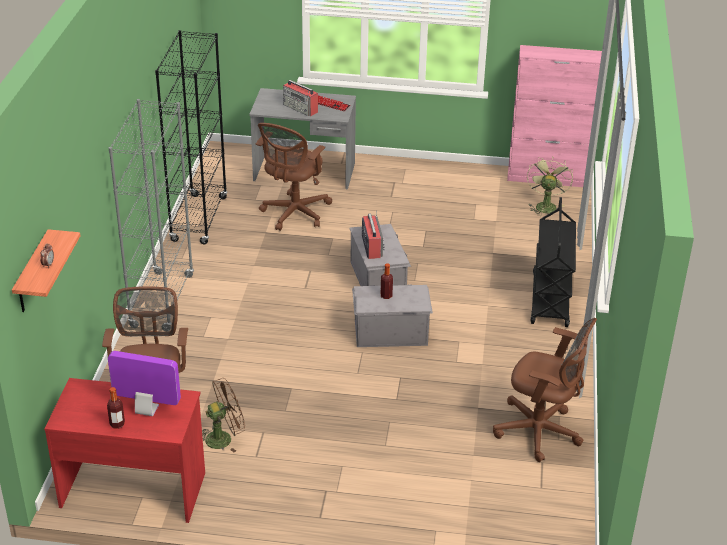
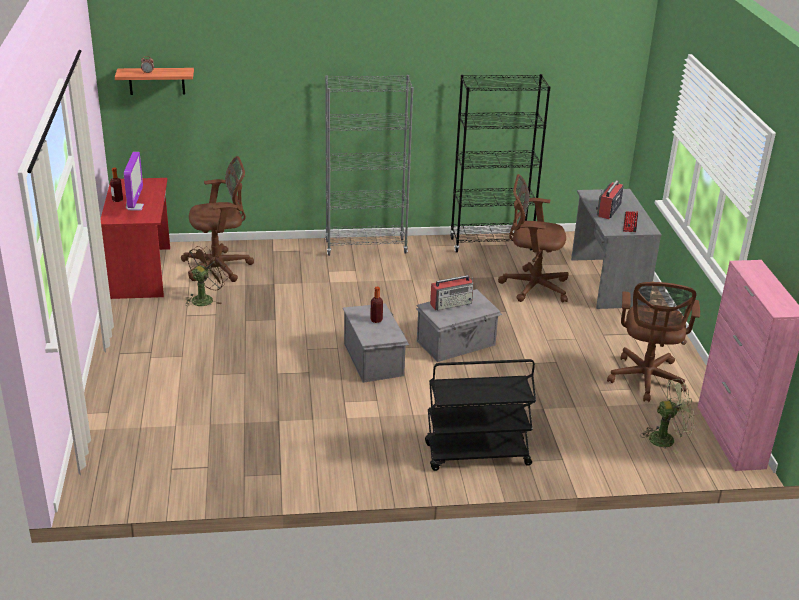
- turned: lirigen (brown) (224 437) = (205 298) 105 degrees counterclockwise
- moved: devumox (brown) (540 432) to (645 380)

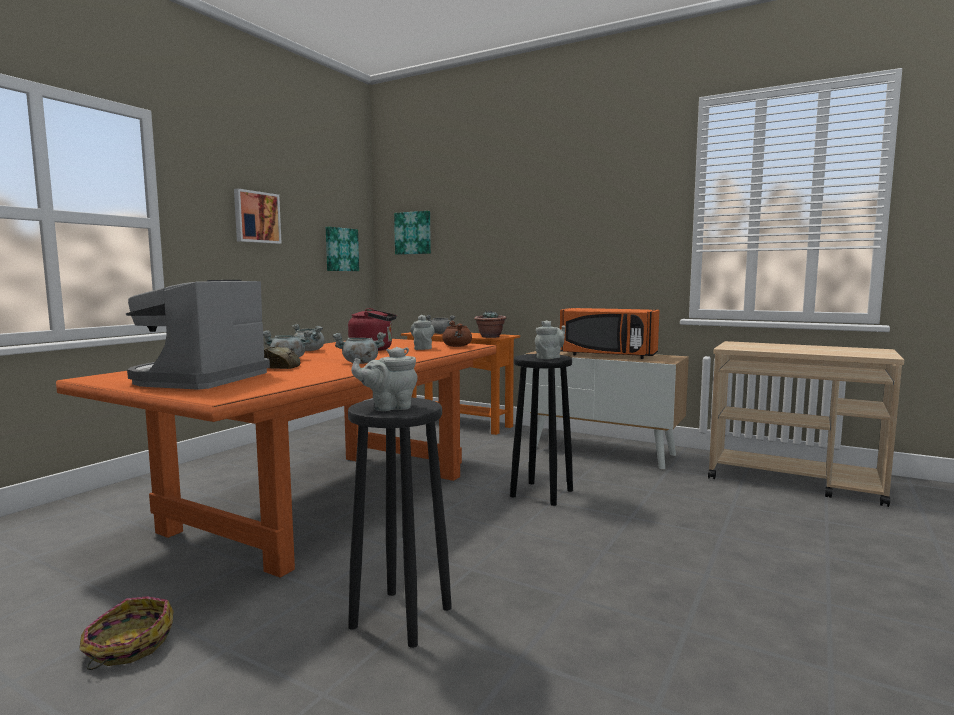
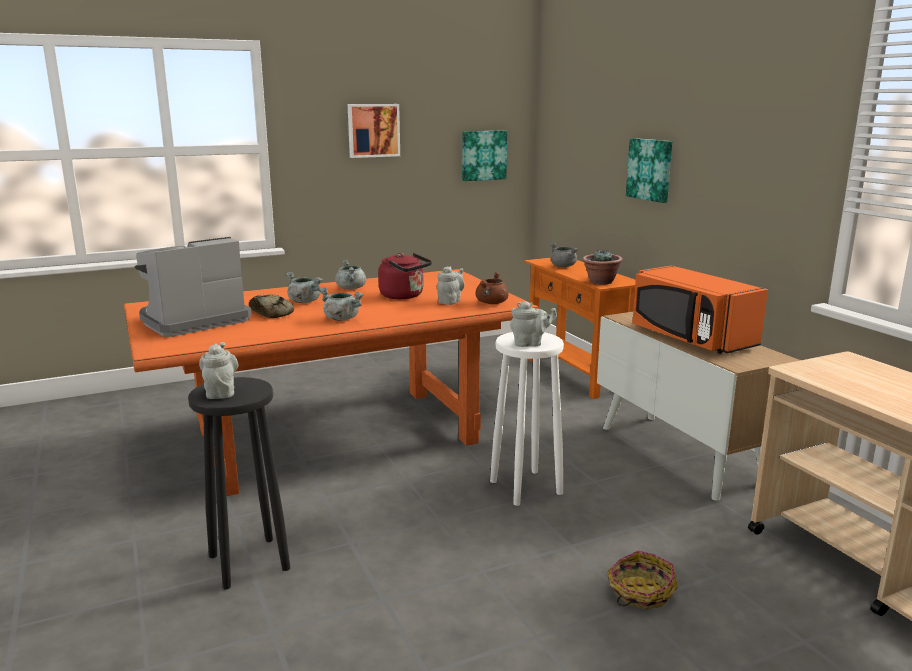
- turned: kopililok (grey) (389 407) = (221 392) 60 degrees clockwise
- recoloured: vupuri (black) (541 493) to vupuri (white) (525 487)
- moved: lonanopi (128 646) to (640 592)
- moved: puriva (413 233) to (650 169)

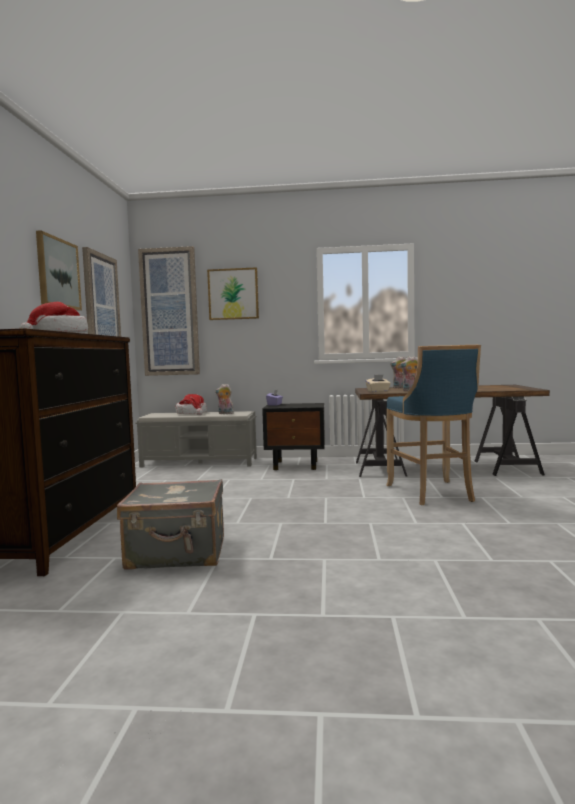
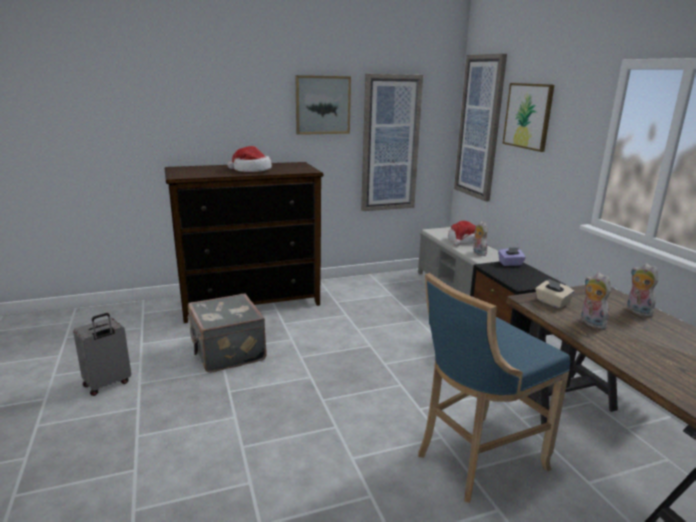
- added: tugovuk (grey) (107 384)

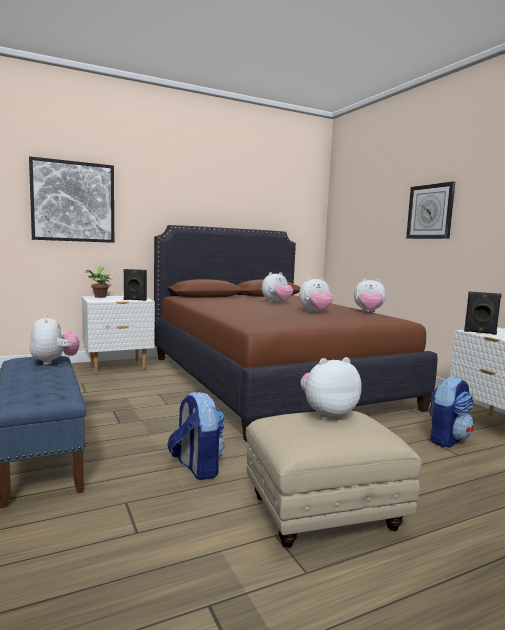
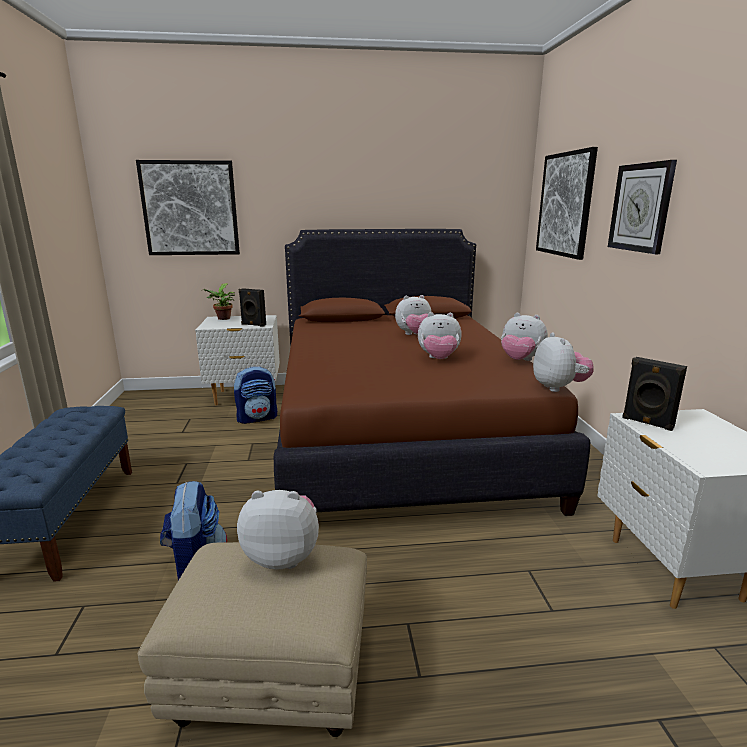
- moved: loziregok (447 439) to (257 418)
- moved: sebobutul (54 361) to (558 388)
- added: puriva (565 204)

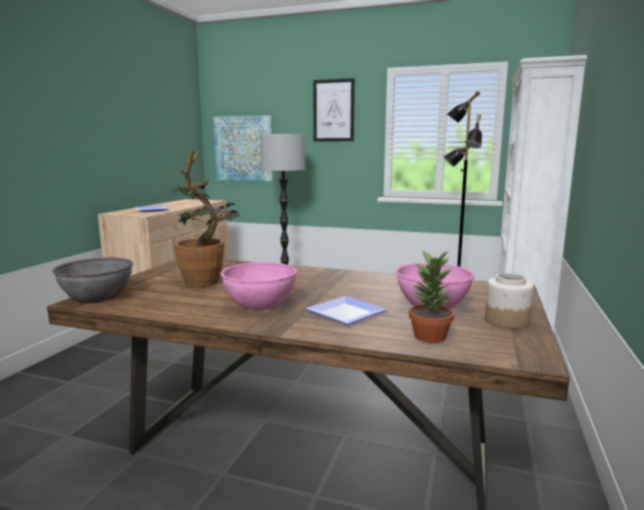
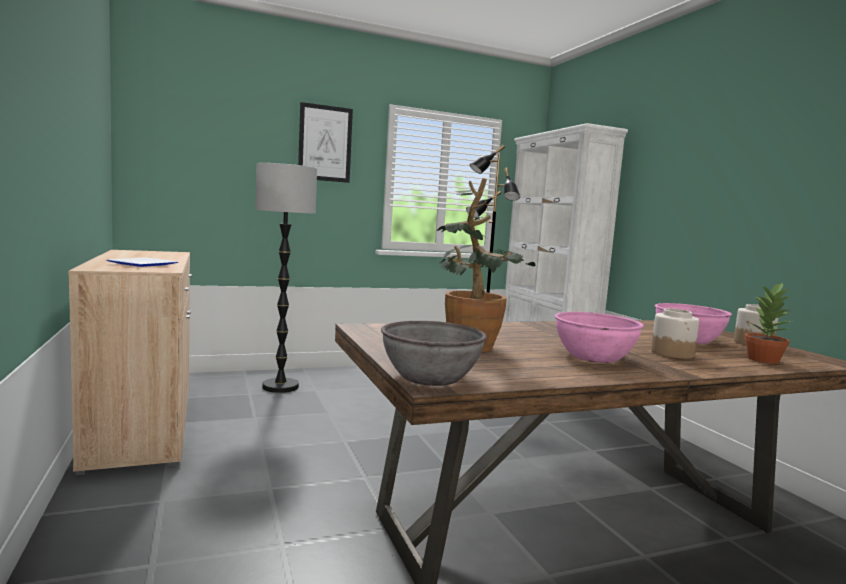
- replaced: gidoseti (349 313) to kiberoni (672 353)
- removed: puriva (244 148)

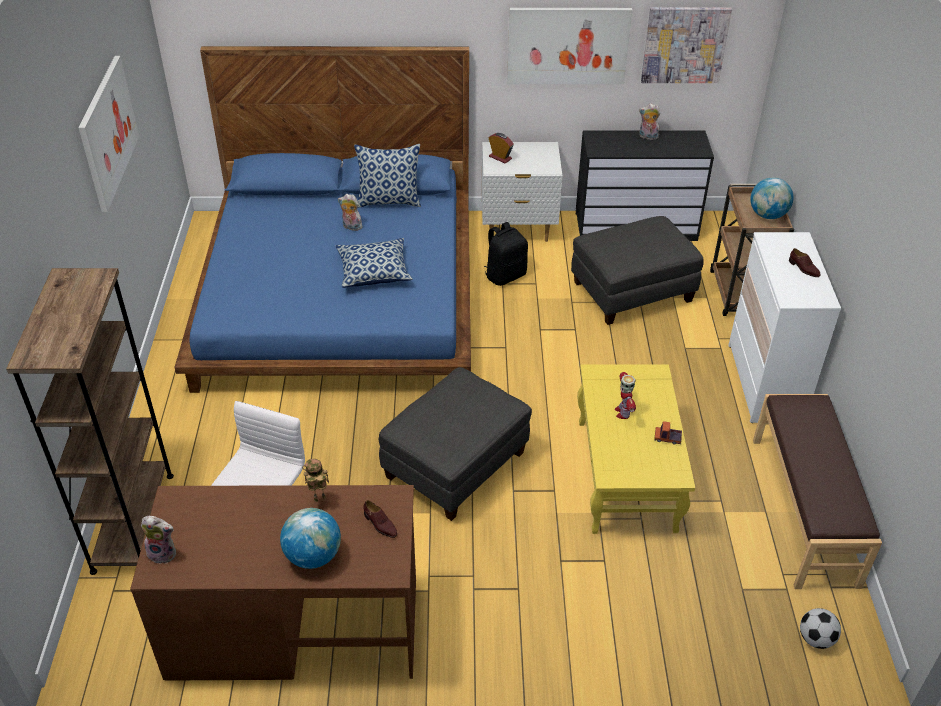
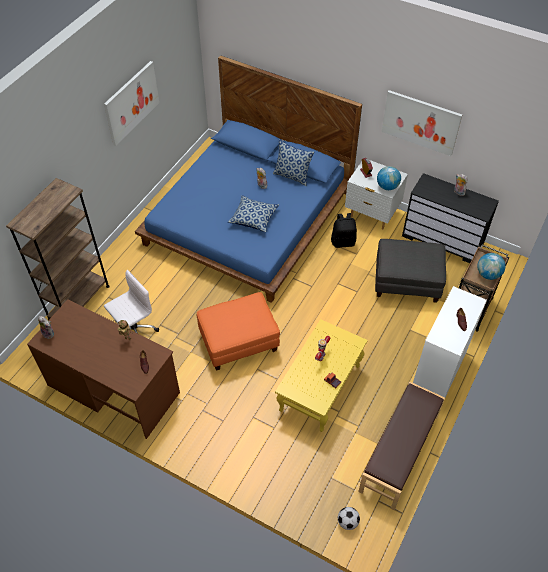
- recoloured: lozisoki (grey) (456 465) to lozisoki (orange) (239 342)
- moved: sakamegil (313 556) to (387 186)
- removed: puriva (684 45)

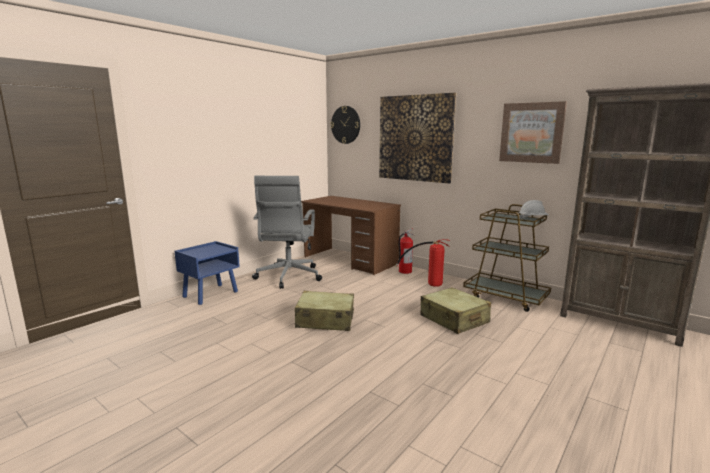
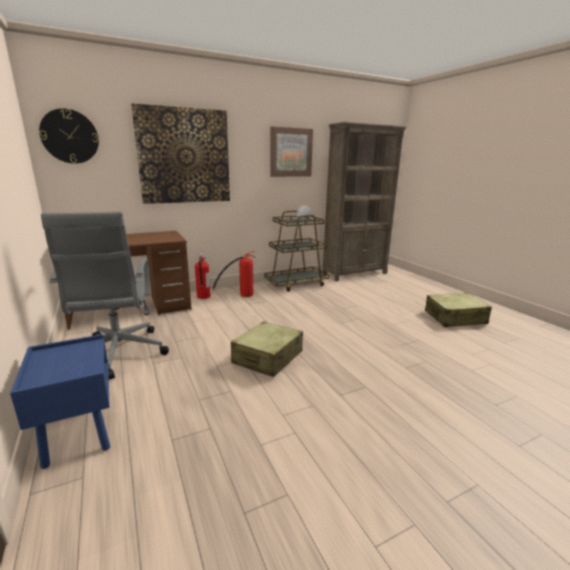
- turned: devumox (grey) (288 277) = (118 354) 45 degrees clockwise
- moved: tugovuk (beige) (454 319) to (455 318)

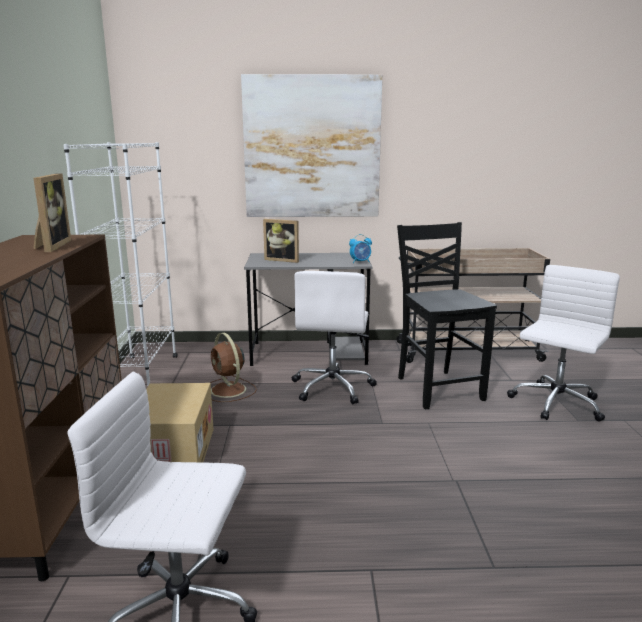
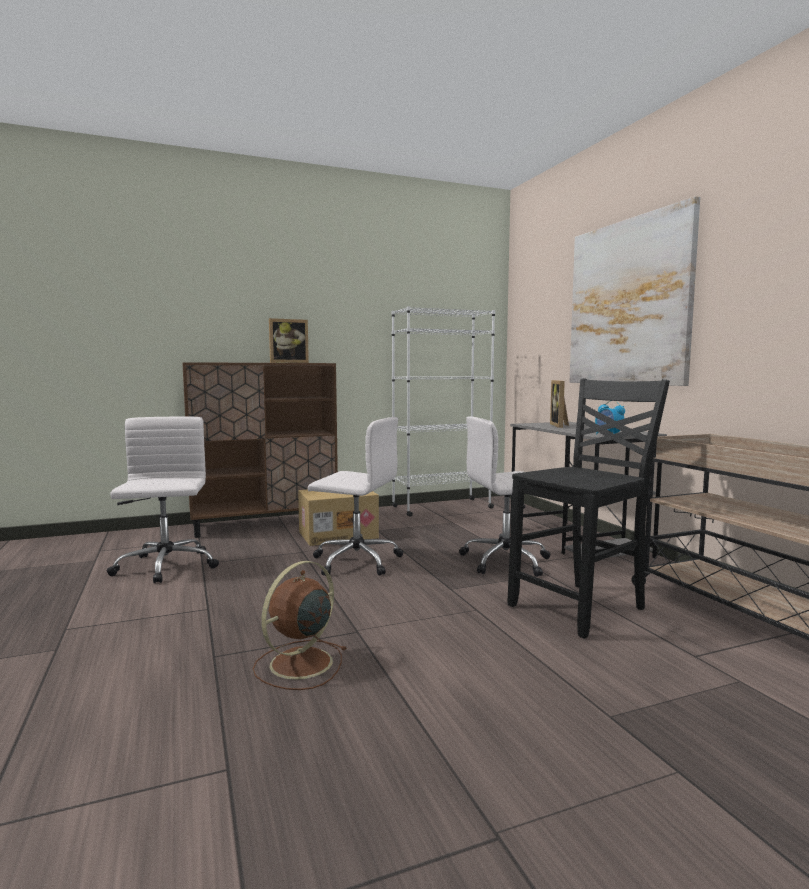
- moved: lirigen (brown) (229 390) to (299 664)
- moved: devumox (white) (555 404) to (355 561)

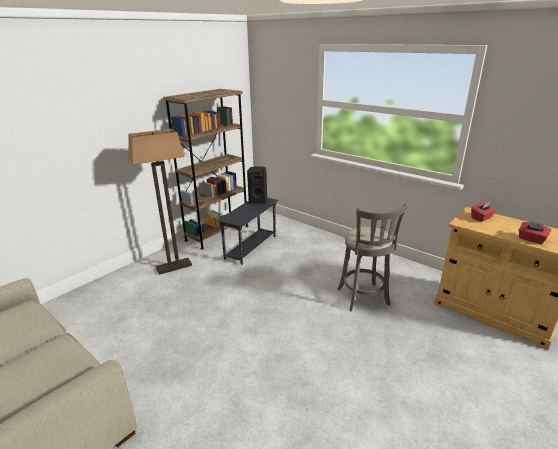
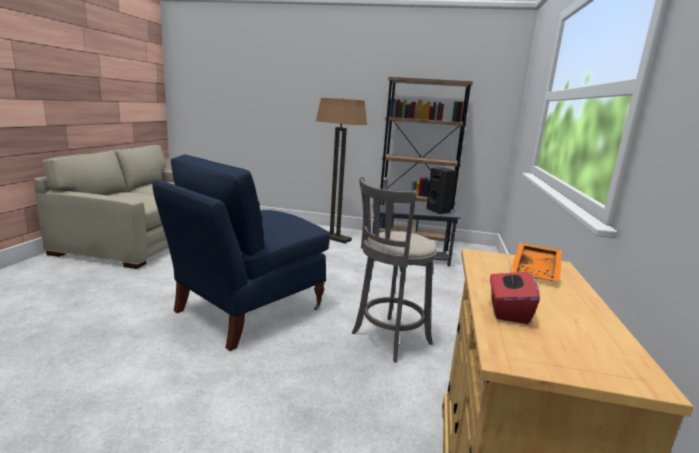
- added: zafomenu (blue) (247 310)
- replaced: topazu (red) (481 218) to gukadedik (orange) (537 271)

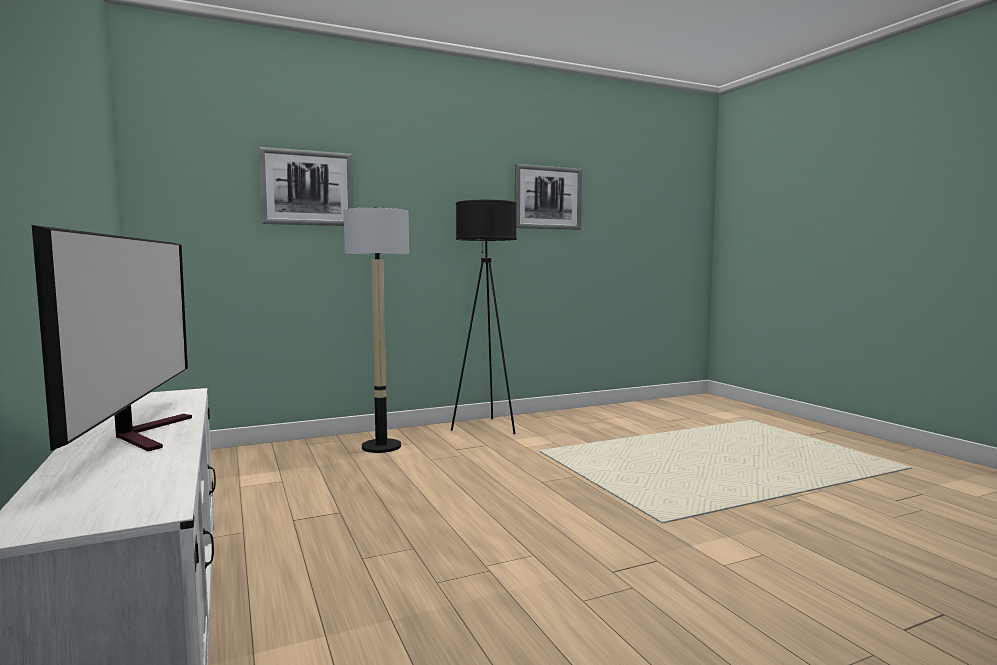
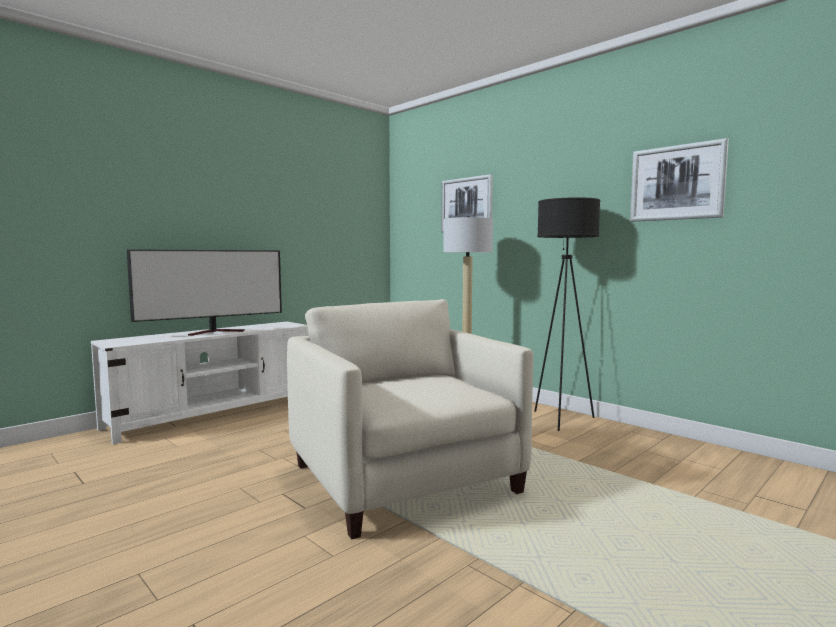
- added: zafomenu (beige) (403 479)

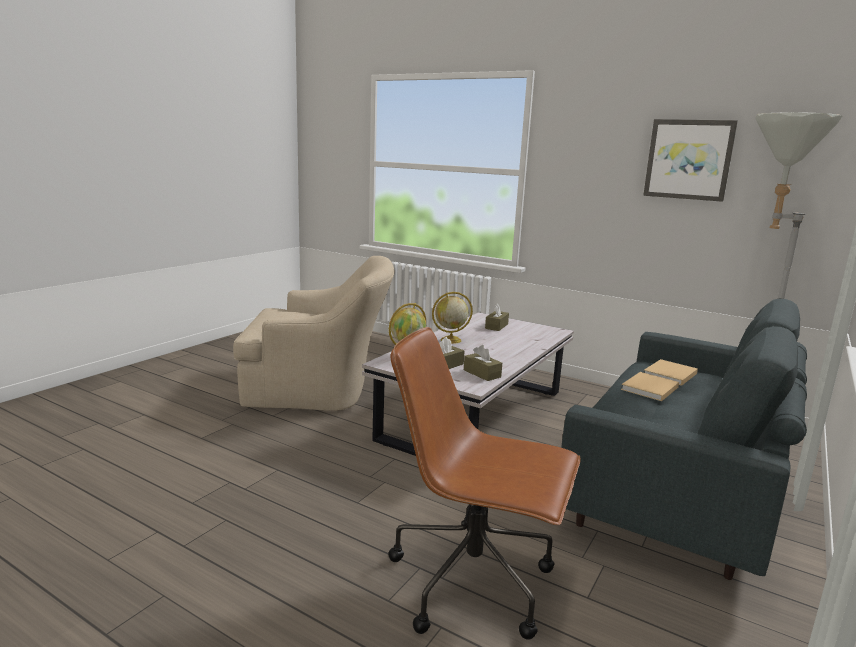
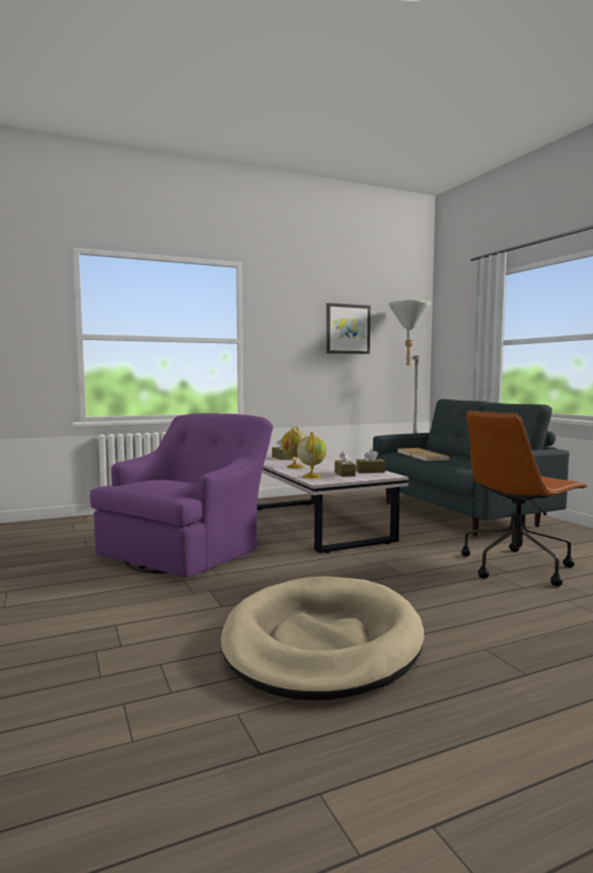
- recoloured: zafomenu (beige) (320 389) to zafomenu (purple) (189 551)
- added: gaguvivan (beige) (322 642)

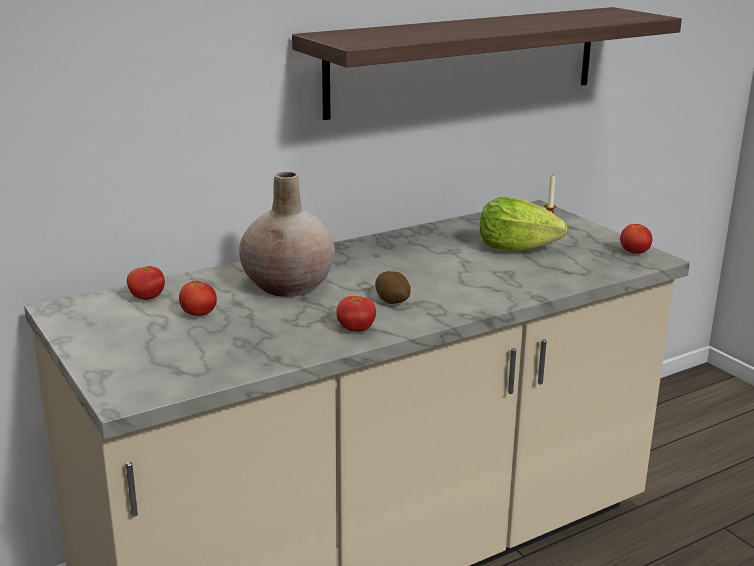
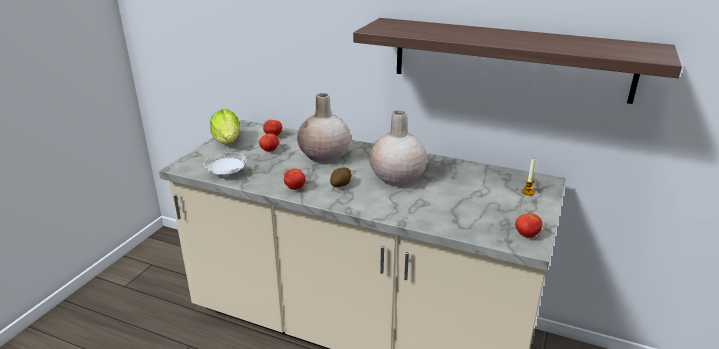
- added: gidoseti (white) (226 173)
- moved: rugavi (515 248) to (227 141)
- added: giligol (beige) (397 178)

